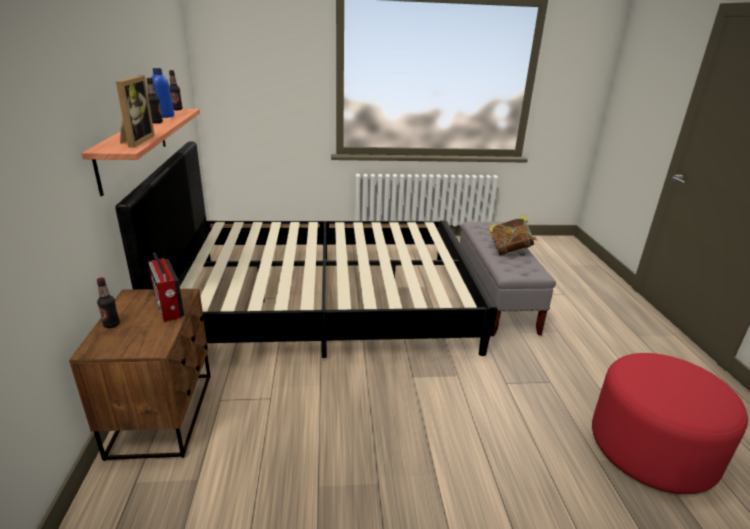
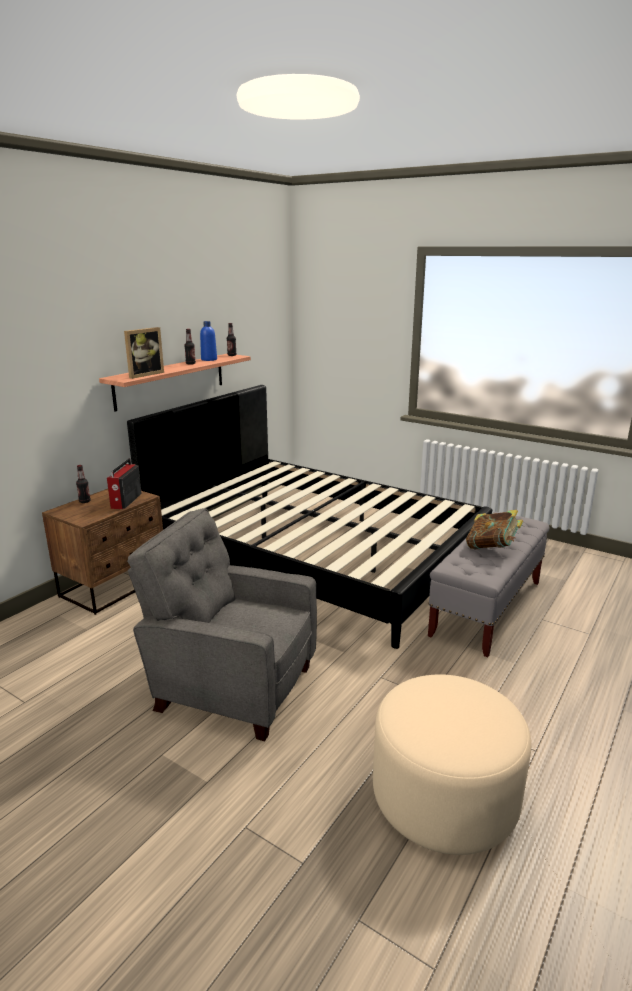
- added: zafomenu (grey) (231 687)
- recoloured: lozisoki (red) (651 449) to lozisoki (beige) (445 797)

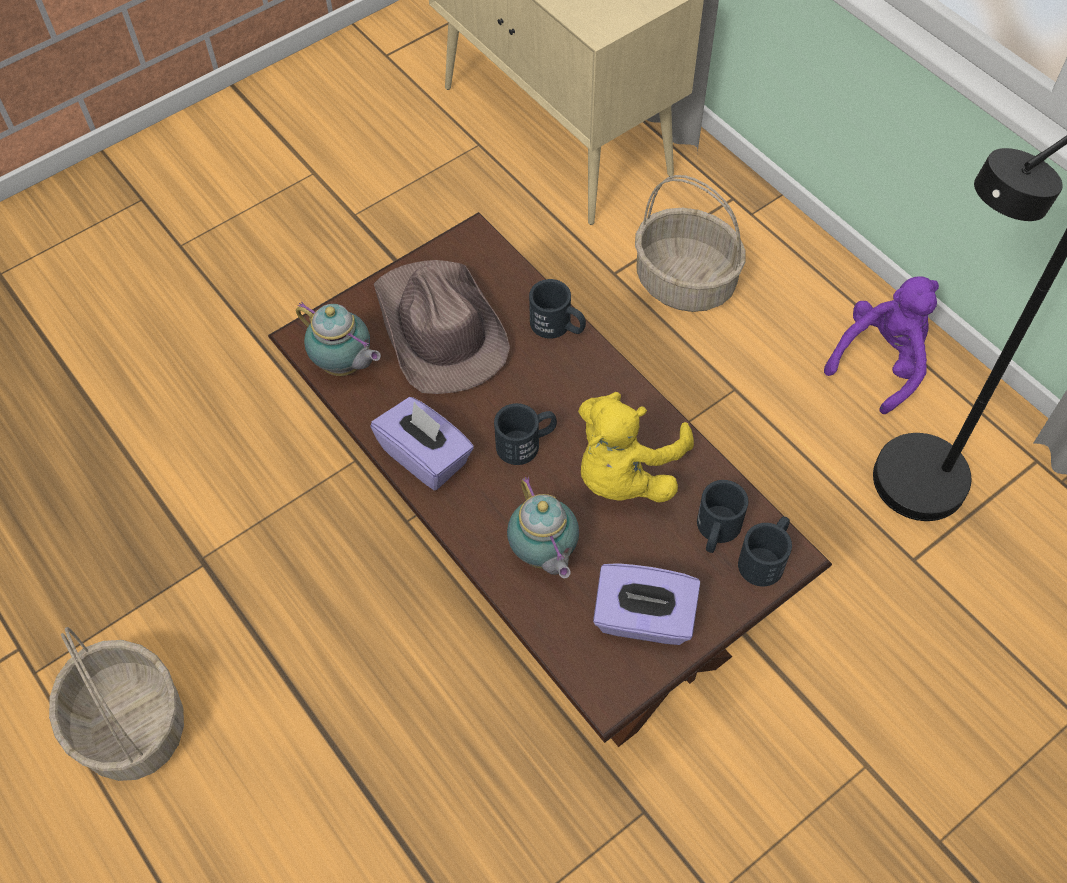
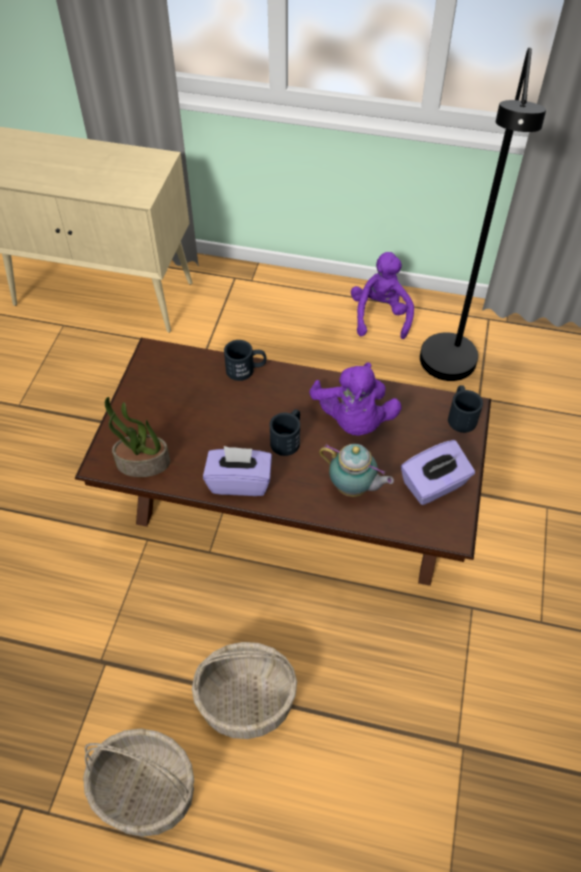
- replaced: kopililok (345 366) to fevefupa (142 464)
- moved: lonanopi (686 282) to (247 700)
- recoloured: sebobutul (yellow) (624 472) to sebobutul (purple) (353 420)
- removed: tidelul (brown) (439 329)
- removed: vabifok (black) (716 532)

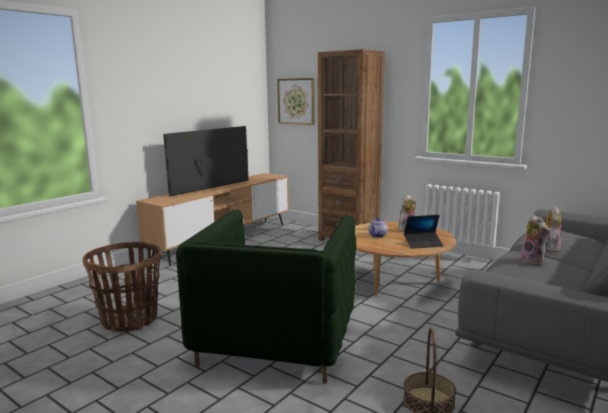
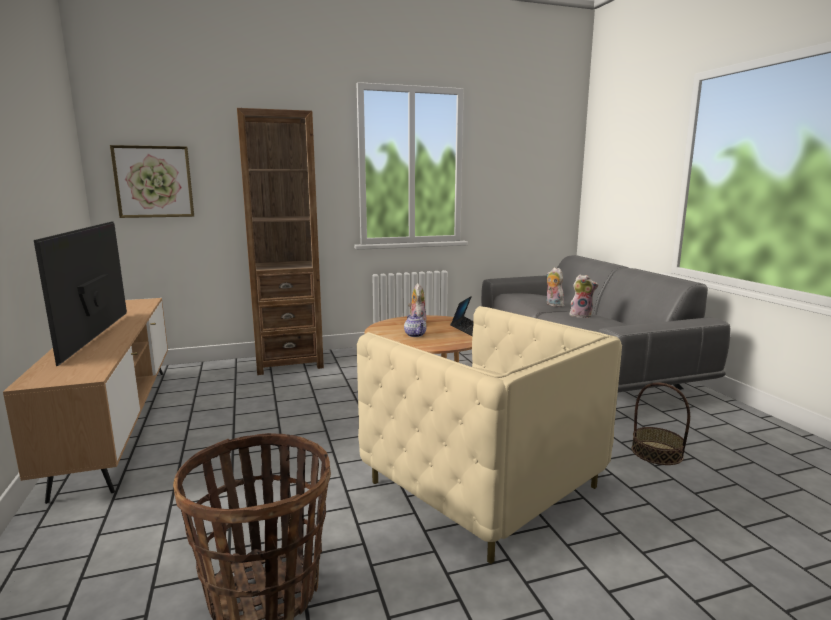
- recoloured: zafomenu (green) (276 341) to zafomenu (beige) (483 485)

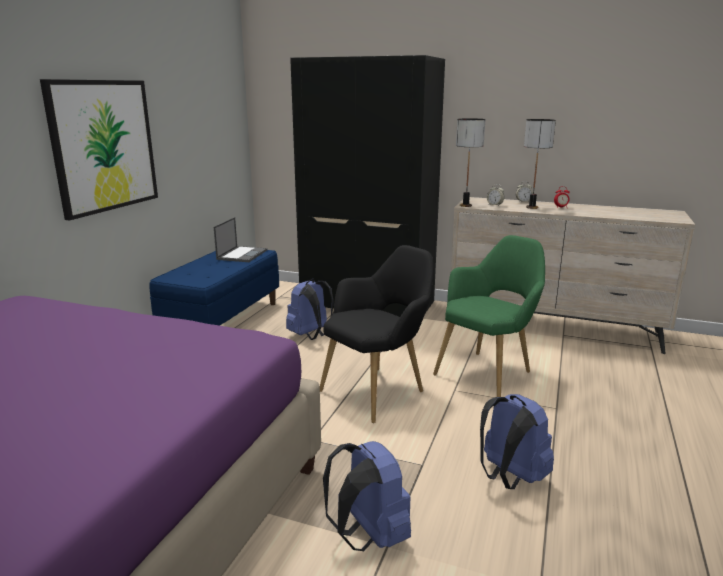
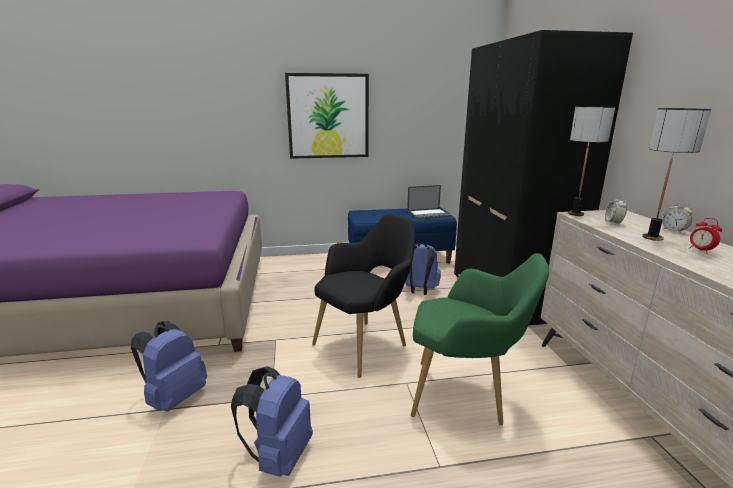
- turned: zafomenu (black) (378 390) = (366 344) 60 degrees counterclockwise

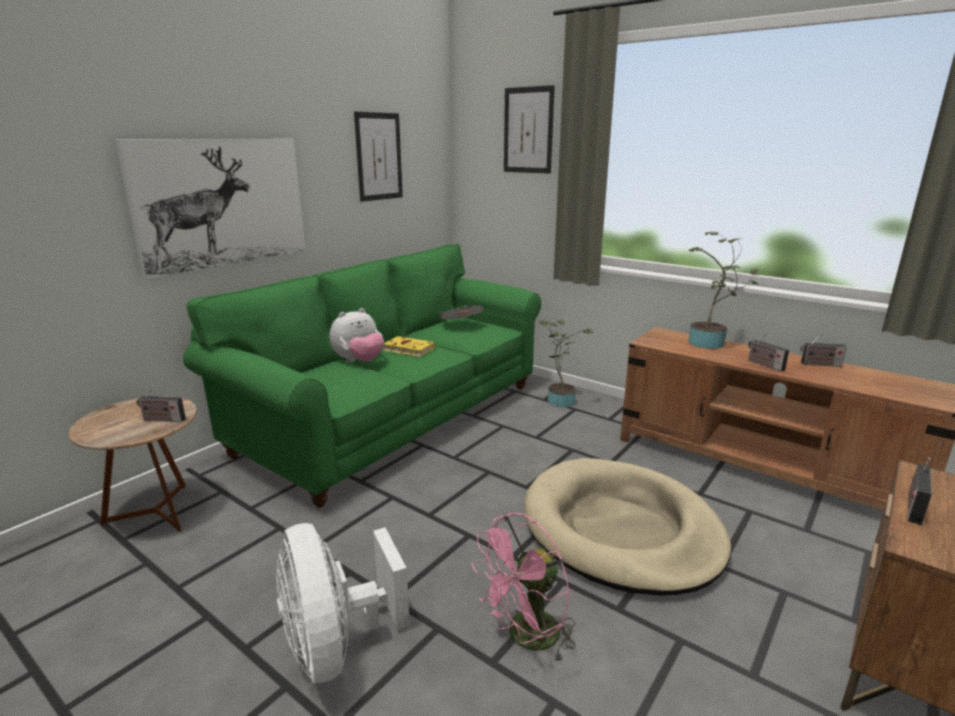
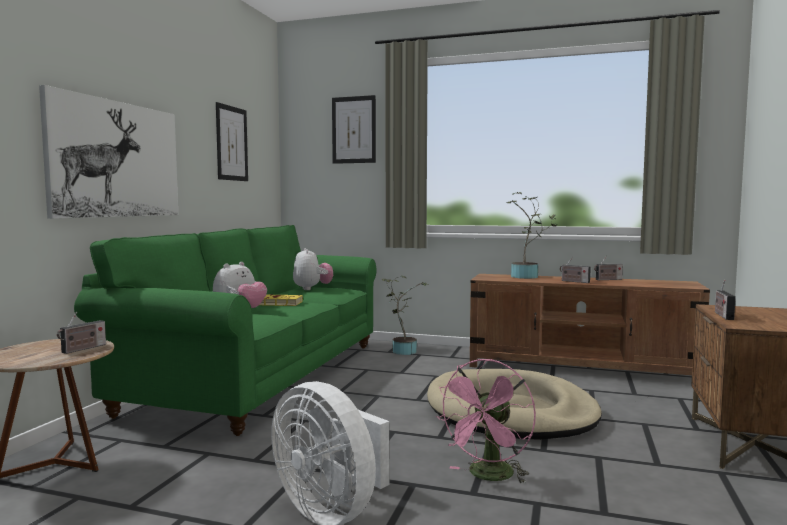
- turned: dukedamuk (162 420) = (82 349) 45 degrees counterclockwise
- replaced: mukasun (461 325) to sebobutul (312 289)

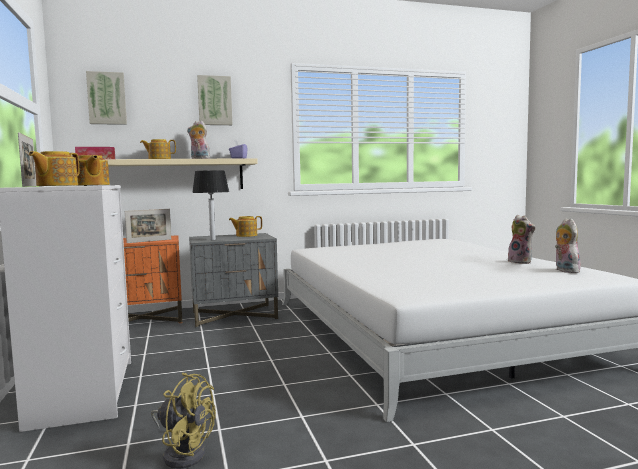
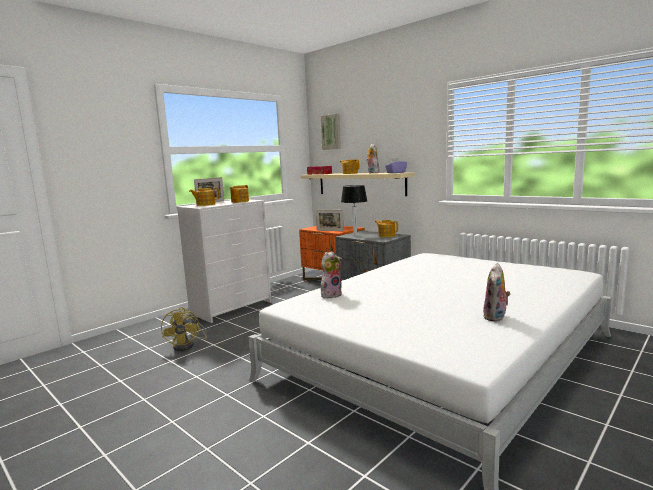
- moved: sebobutul (564 270) to (331 295)
- removed: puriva (214 101)

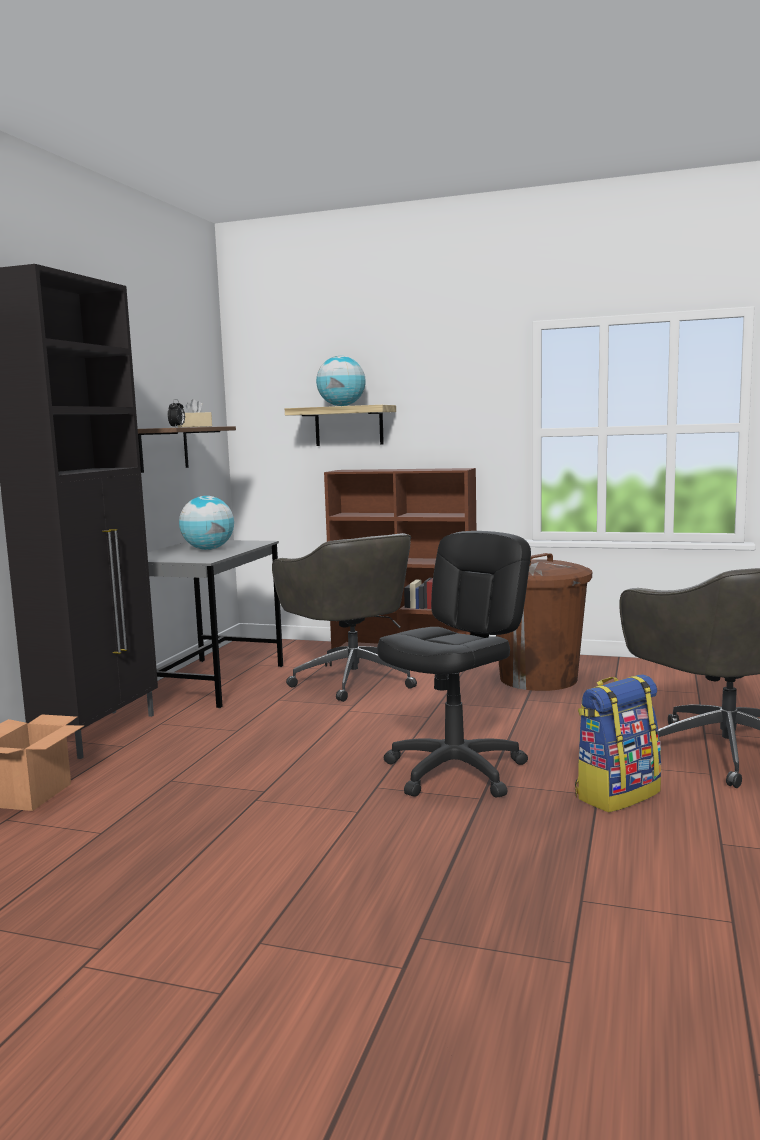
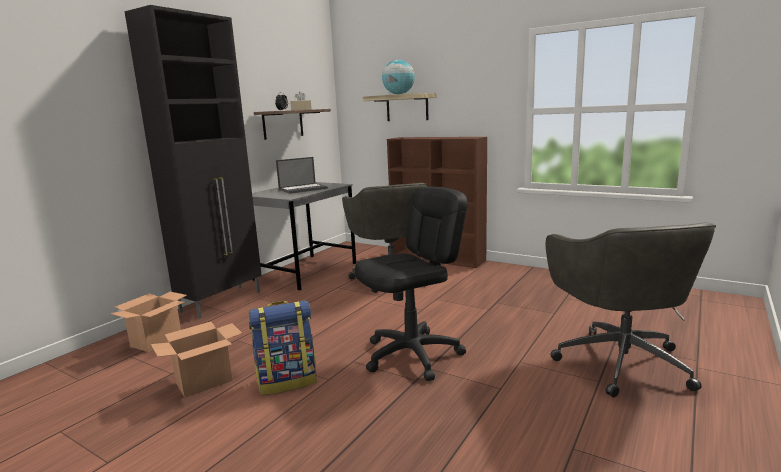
- added: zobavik (204 381)
- moved: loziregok (616 794) to (287 381)
- replaced: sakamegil (208 549) to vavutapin (303 189)
- removed: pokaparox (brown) (539 678)

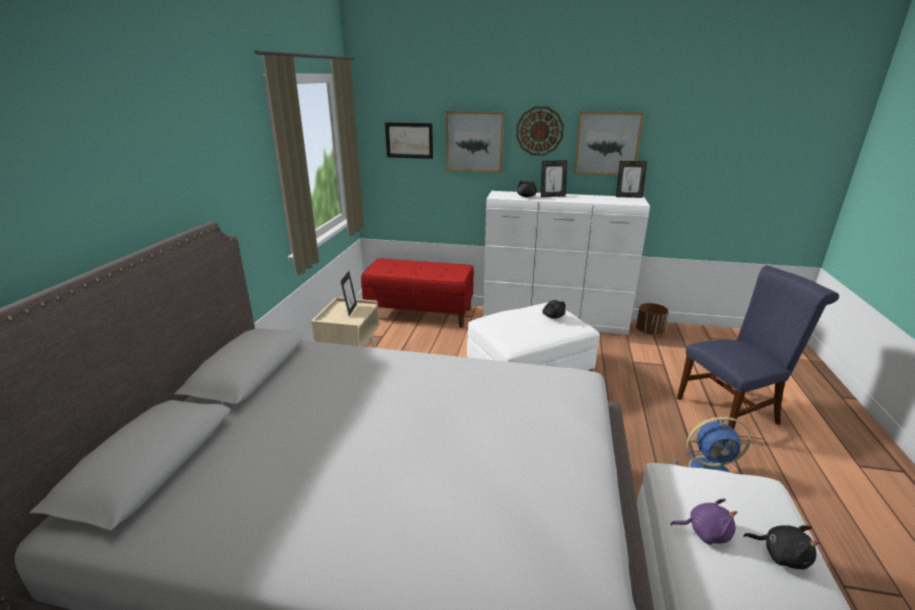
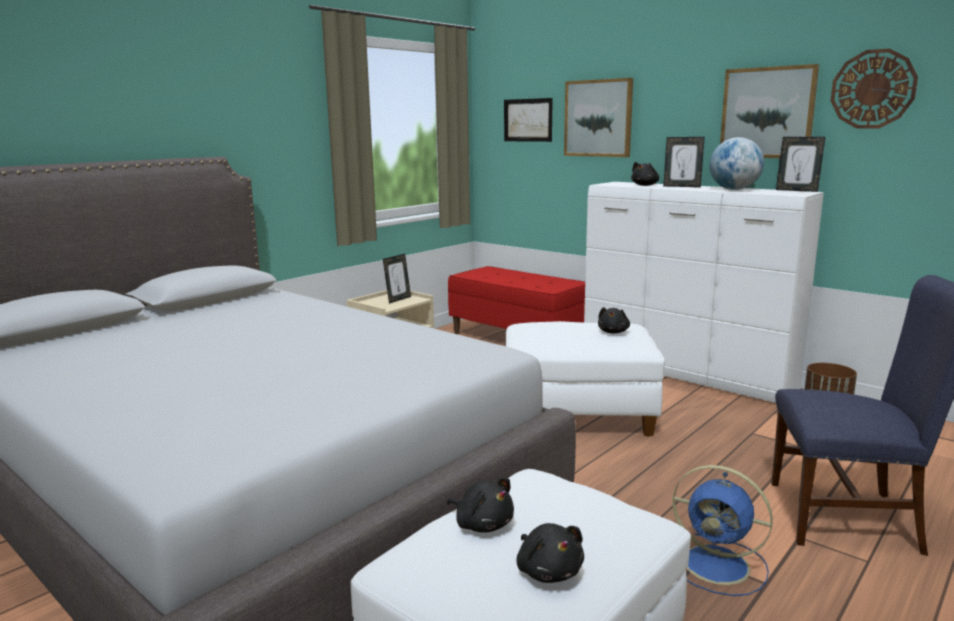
- recoloured: sebobutul (purple) (705 532) to sebobutul (black) (482 524)
- added: sakamegil (734 190)
- moved: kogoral (539 131) to (873 89)

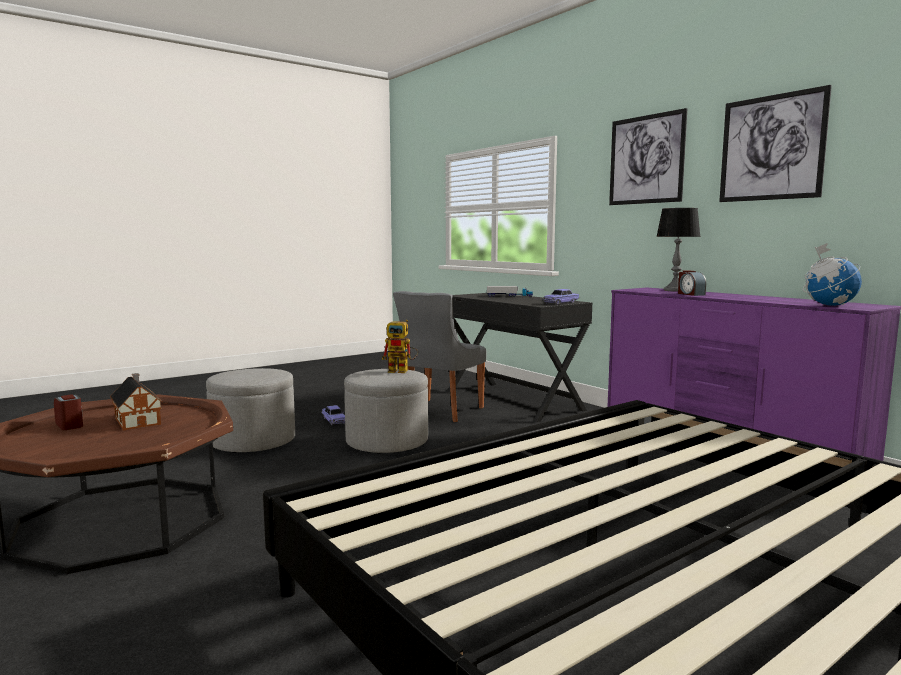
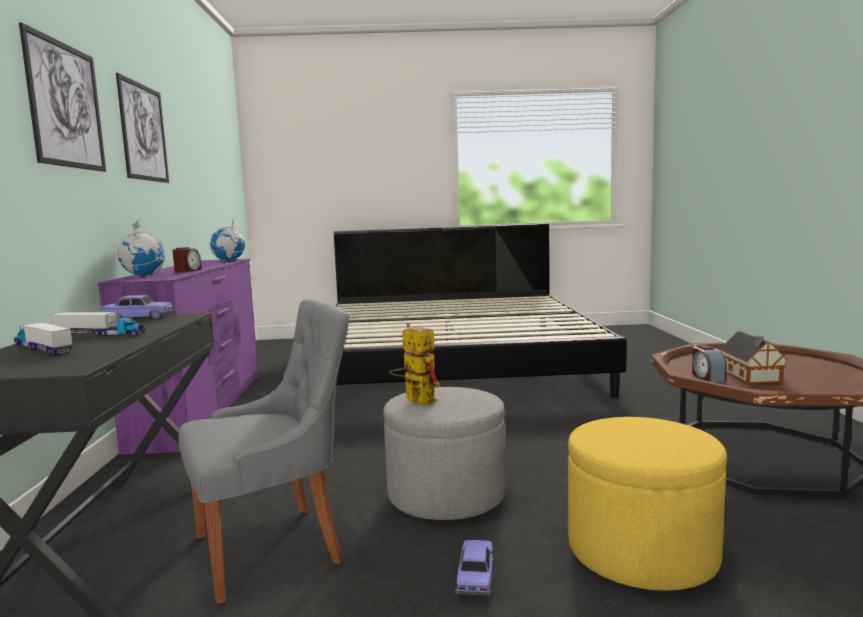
- added: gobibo (99 334)
- replaced: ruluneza (675 290) to sakamegil (143 275)
- recoloured: lozisoki (grey) (253 441) to lozisoki (yellow) (642 551)
- moved: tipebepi (70 425) to (707 377)

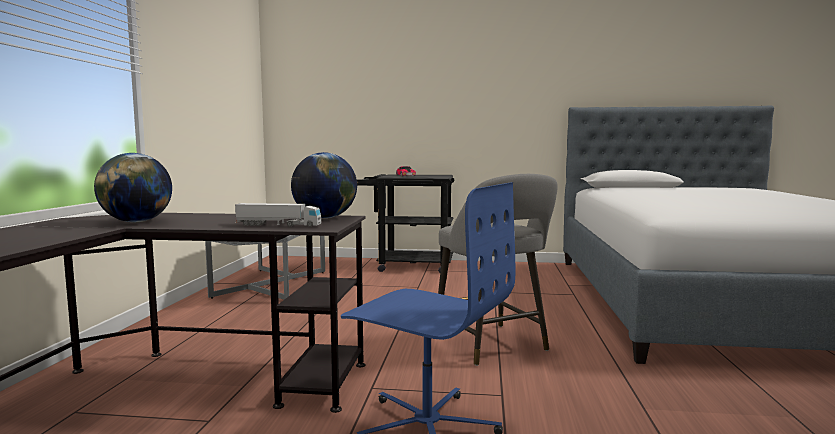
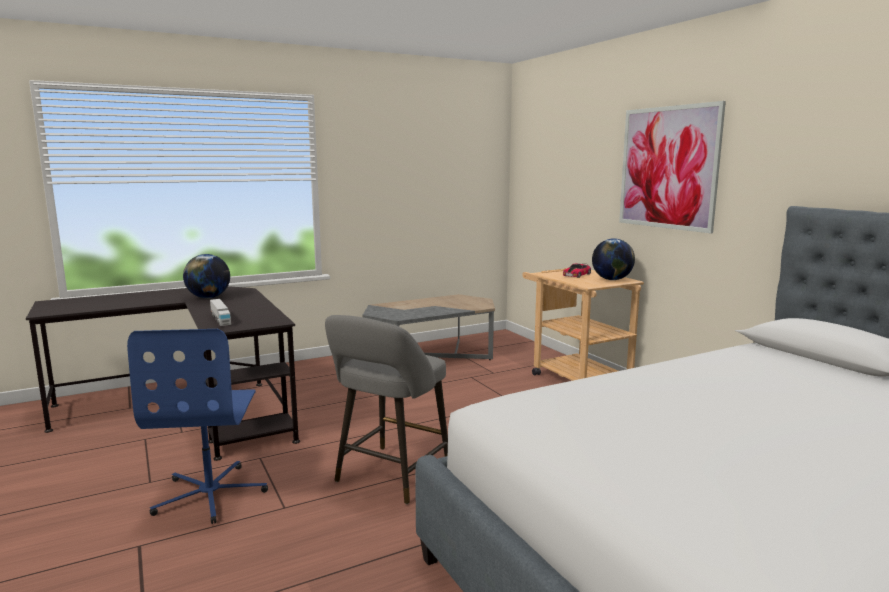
- recoloured: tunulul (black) (407 266) to tunulul (beige) (574 377)
- moved: sakamegil (325 218) to (612 280)
- added: puriva (668 168)

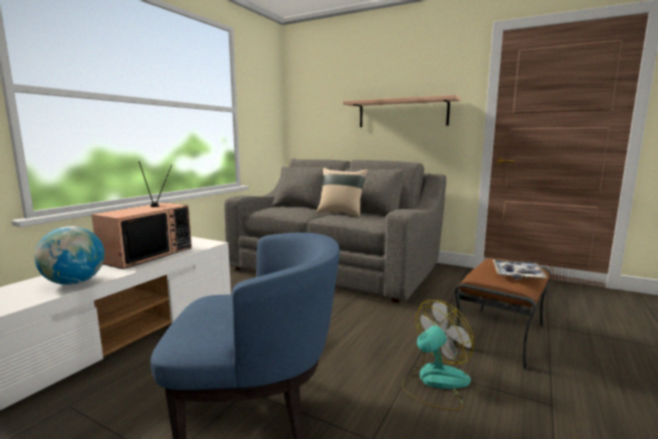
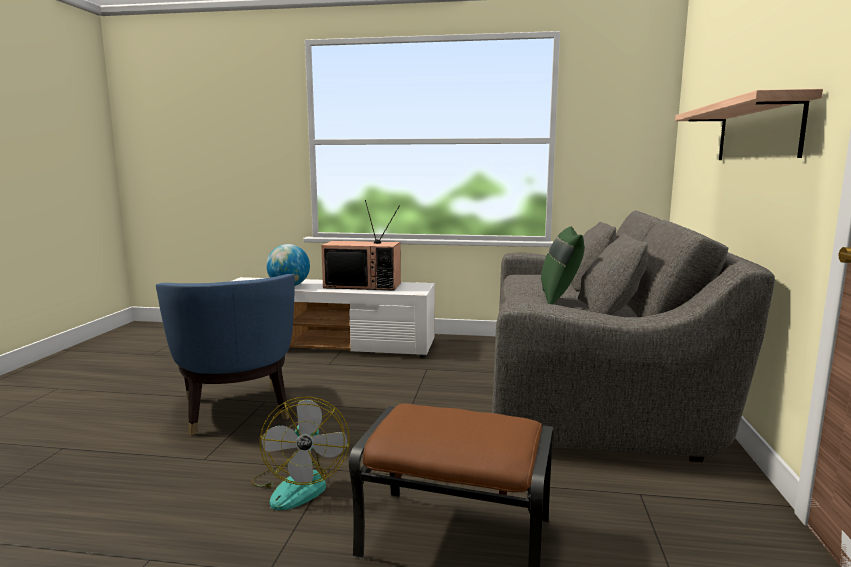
- turned: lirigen (435 382) = (299 484) 45 degrees clockwise
- recoloured: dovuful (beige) (341 213) to dovuful (green) (560 299)
- removed: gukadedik (517 274)

